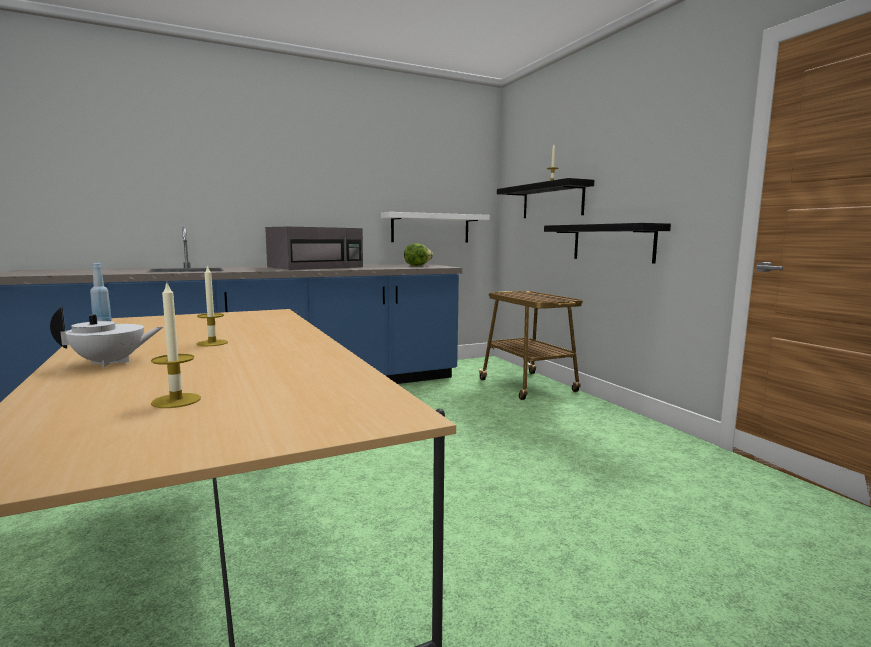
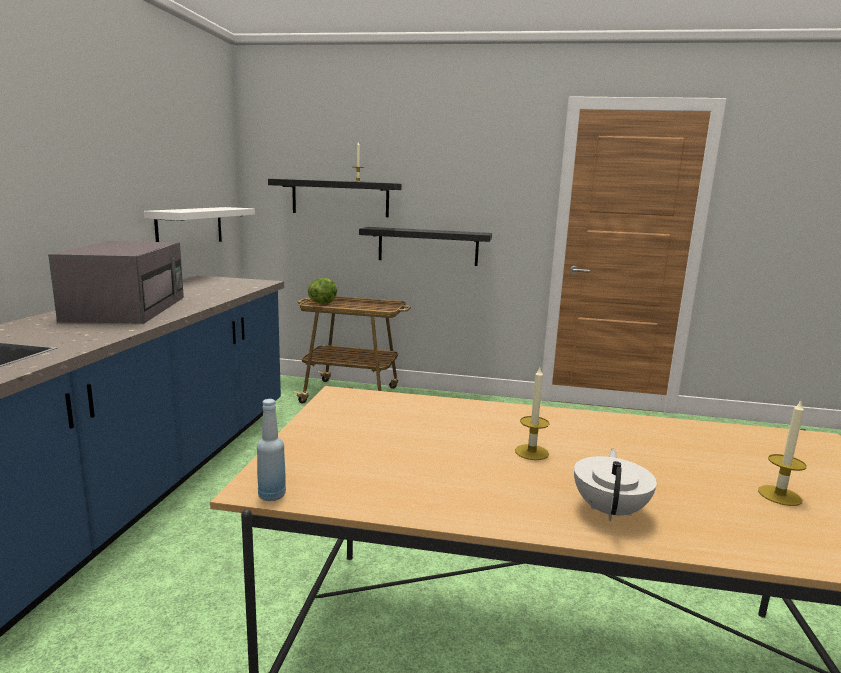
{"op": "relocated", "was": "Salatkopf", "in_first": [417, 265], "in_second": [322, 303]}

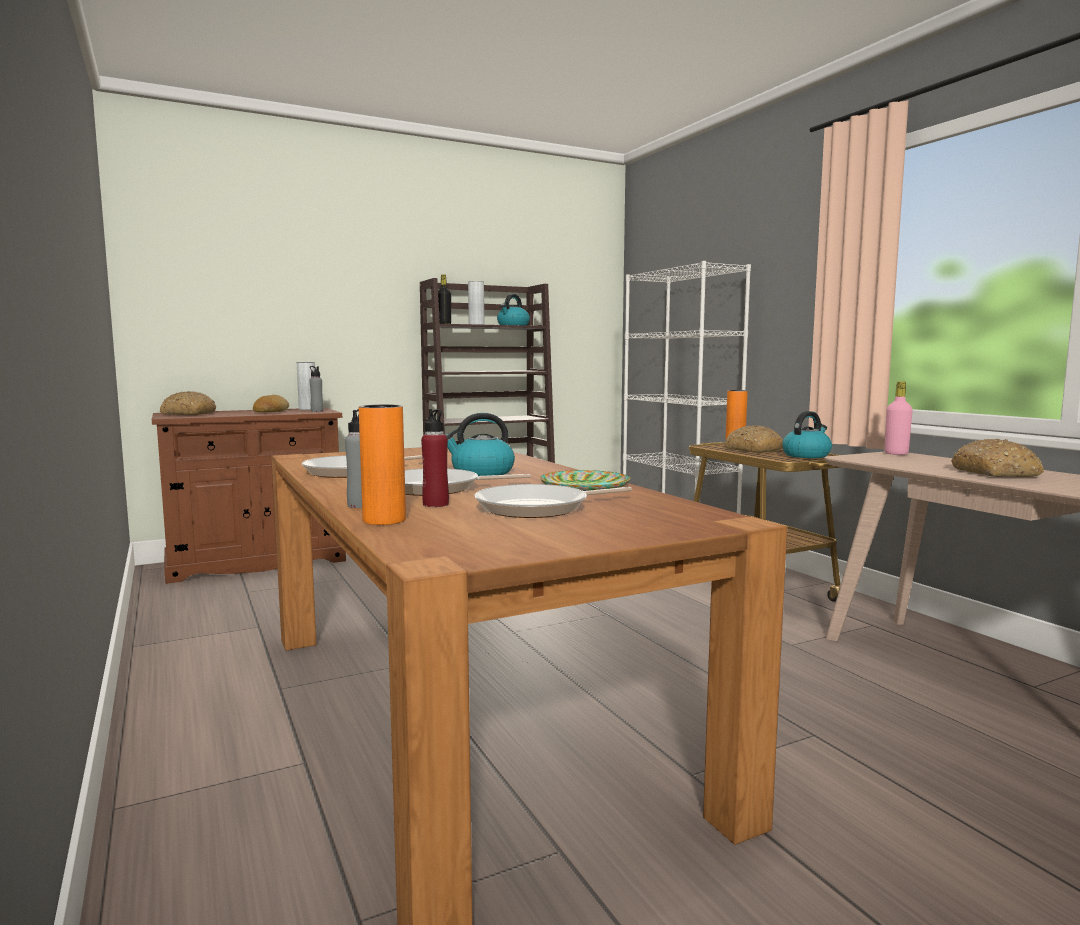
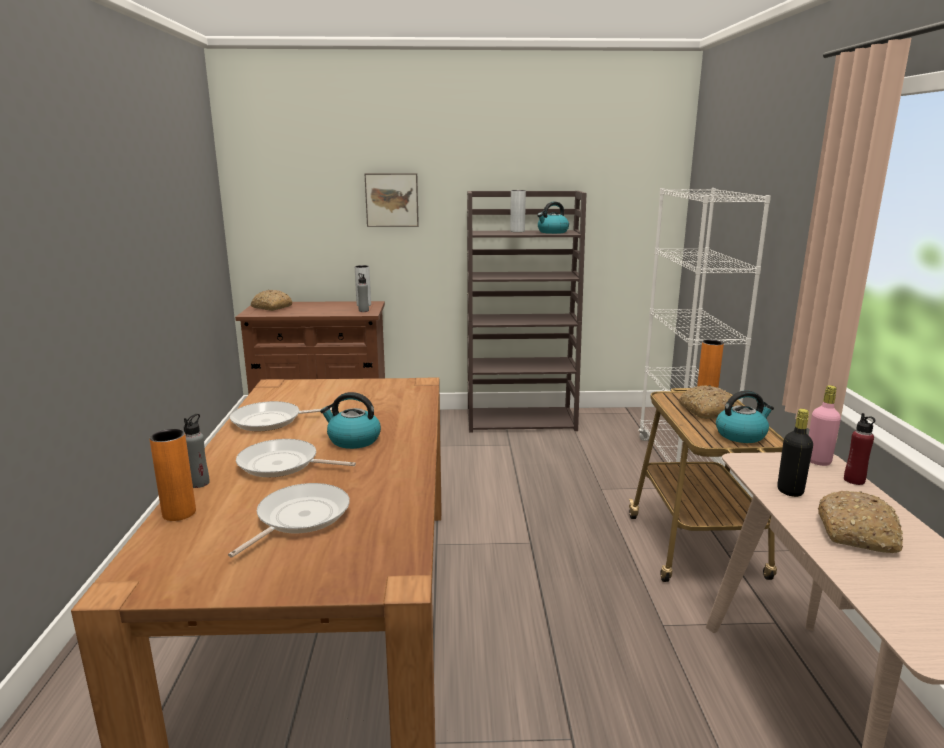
{"op": "missing", "was": "Brot", "in_first": [270, 411]}
{"op": "missing", "was": "Teller", "in_first": [584, 487]}
{"op": "appeared", "now": "Bild", "in_second": [392, 199]}
{"op": "relocated", "was": "Flasche/rot", "in_first": [435, 504], "in_second": [854, 480]}
{"op": "relocated", "was": "Flasche/schwarz", "in_first": [444, 324], "in_second": [790, 491]}
{"op": "spun", "was": "Pfanne", "in_first": [538, 508], "in_second": [299, 518], "clockwise": 120}

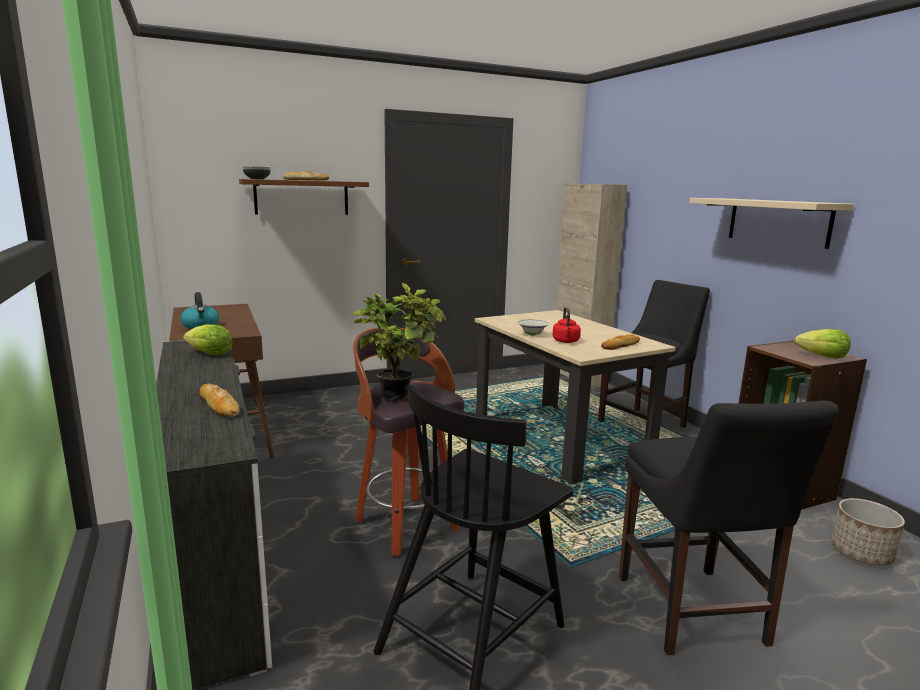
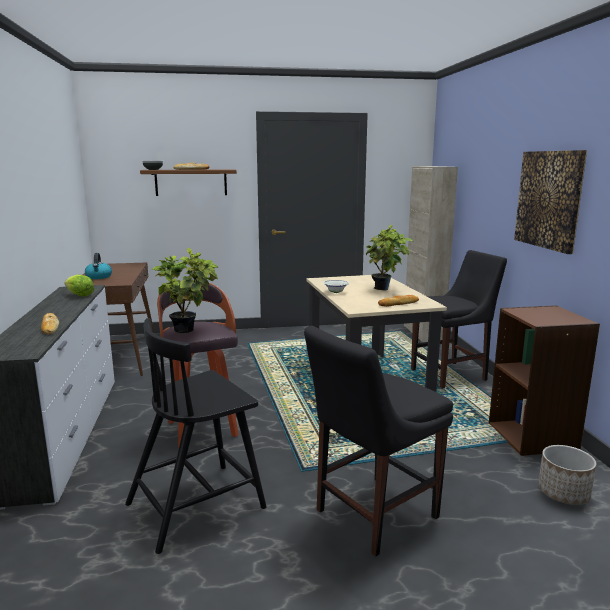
{"op": "missing", "was": "Wasserkessel/rot", "in_first": [566, 341]}
{"op": "missing", "was": "Salatkopf", "in_first": [822, 357]}
{"op": "appeared", "now": "Topfpflanze", "in_second": [384, 289]}
{"op": "exchanged", "was": "Wandregal/beige", "now": "Bild", "in_first": [778, 222], "in_second": [549, 199]}
{"op": "spun", "was": "Stuhl/schwarz", "in_first": [693, 614], "in_second": [371, 515], "clockwise": 45}

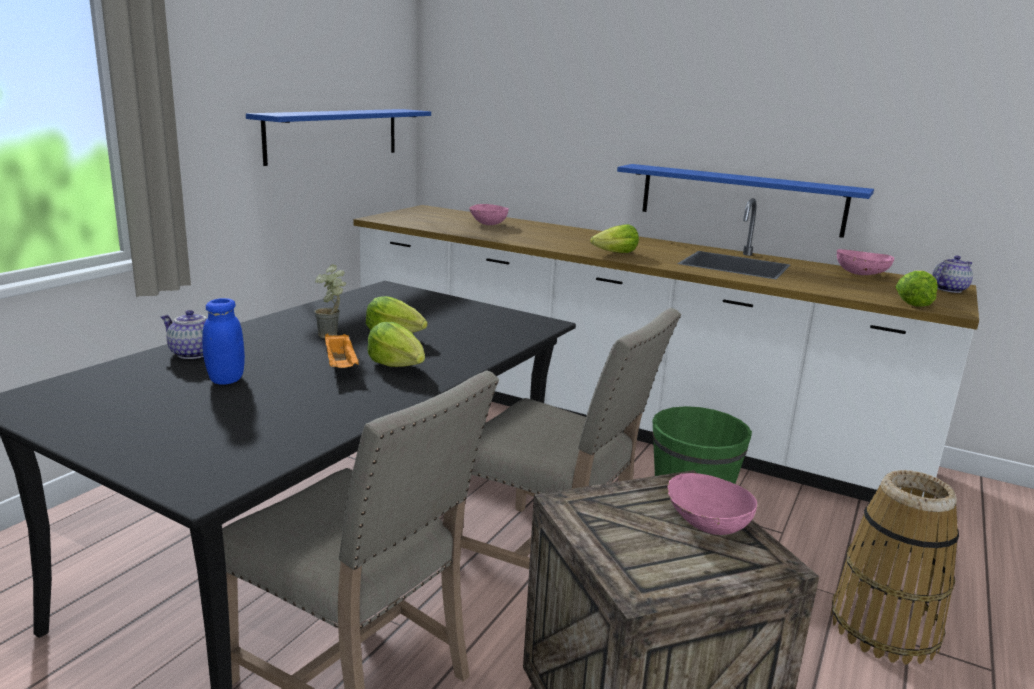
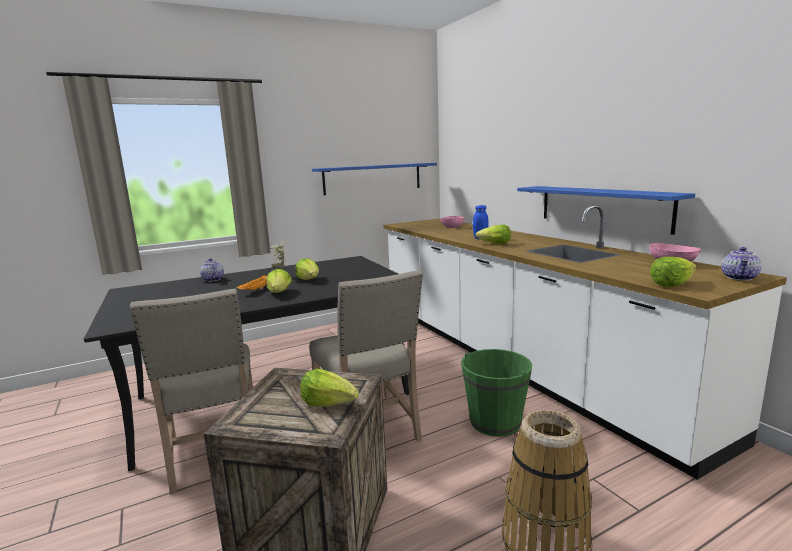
{"op": "relocated", "was": "Vorratsglas/blau", "in_first": [226, 379], "in_second": [480, 238]}
{"op": "exchanged", "was": "Schüssel/rosa", "now": "Salatkopf", "in_first": [705, 525], "in_second": [329, 403]}
{"op": "spun", "was": "Teekanne", "in_first": [948, 289], "in_second": [740, 278], "clockwise": 120}

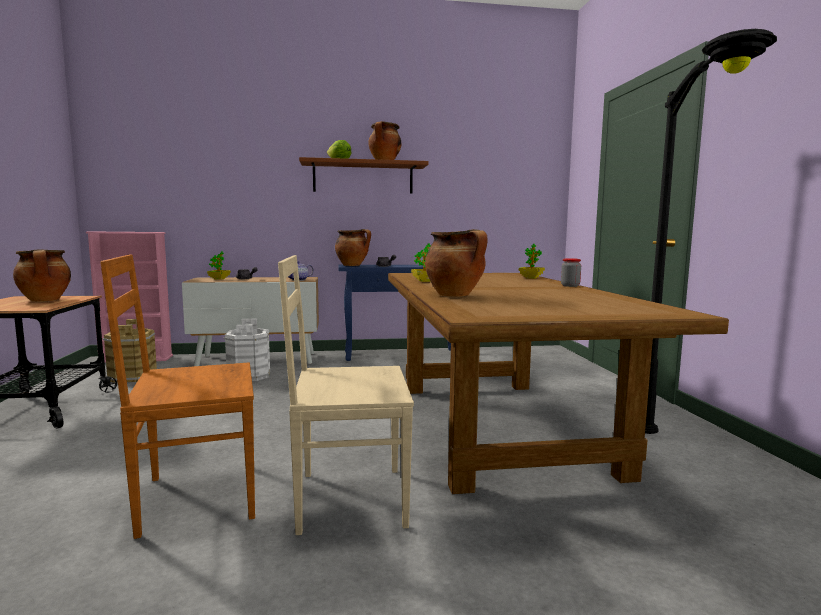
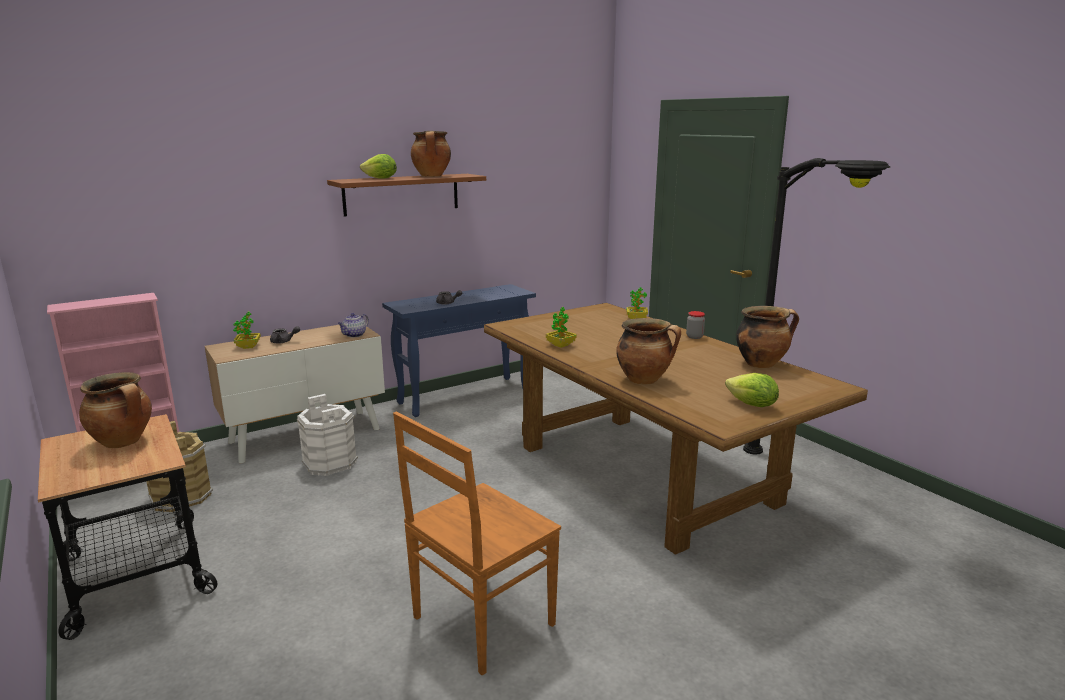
{"op": "missing", "was": "Stuhl/beige", "in_first": [347, 498]}
{"op": "appeared", "now": "Salatkopf", "in_second": [752, 405]}
{"op": "relocated", "was": "Kochtopf", "in_first": [353, 265], "in_second": [761, 364]}

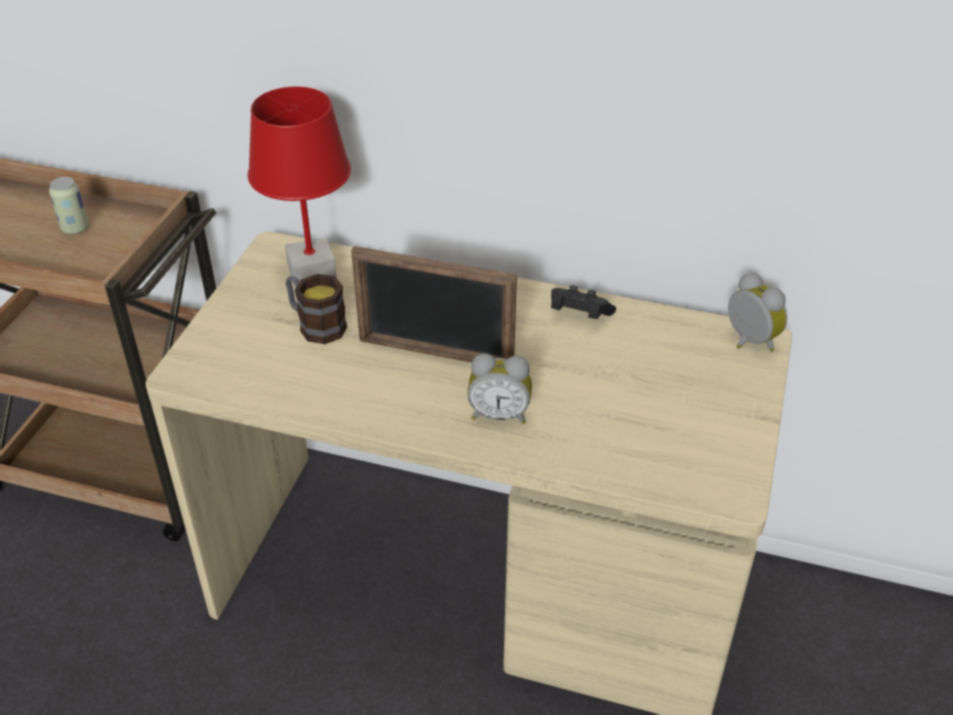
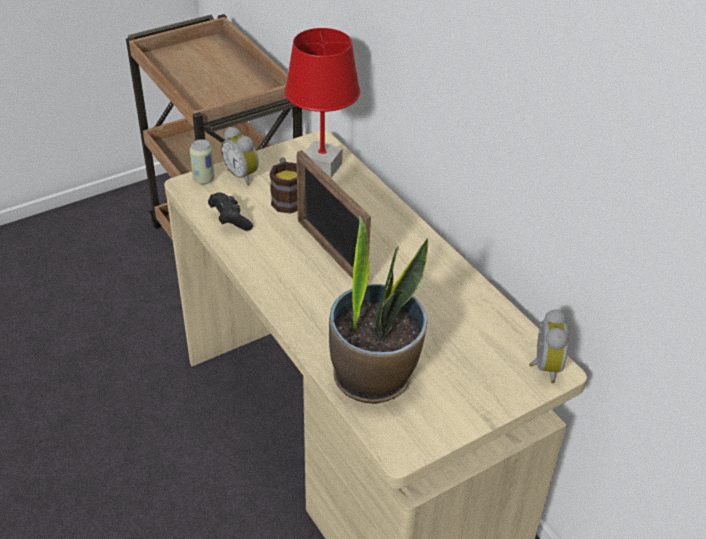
{"op": "appeared", "now": "Topfpflanze", "in_second": [373, 376]}
{"op": "relocated", "was": "Dose", "in_first": [75, 228], "in_second": [203, 179]}
{"op": "relocated", "was": "Wecker", "in_first": [499, 414], "in_second": [243, 175]}
{"op": "relocated", "was": "Gamepad/schwarz", "in_first": [578, 315], "in_second": [230, 220]}

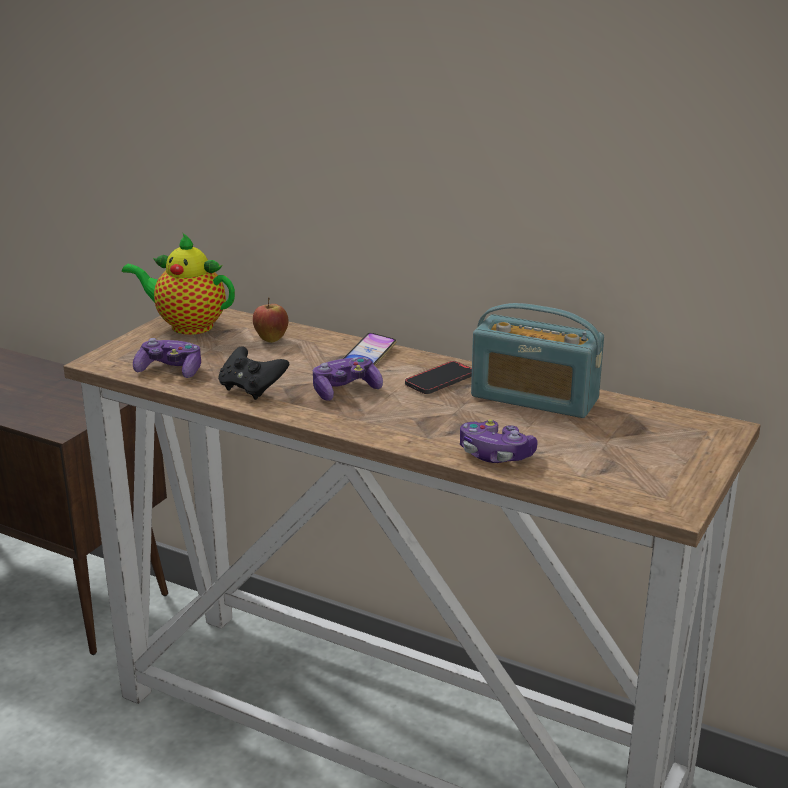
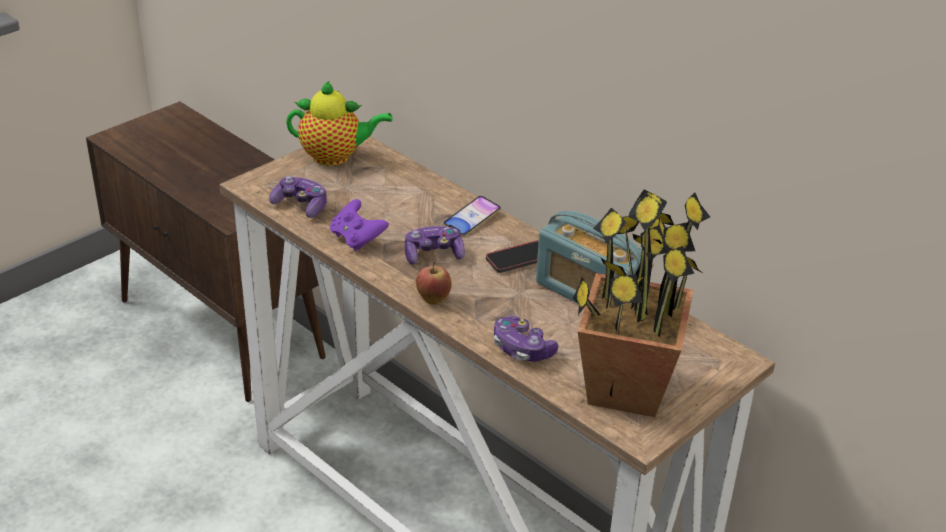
{"op": "appeared", "now": "Topfpflanze", "in_second": [625, 388]}
{"op": "relocated", "was": "Apfel", "in_first": [271, 340], "in_second": [433, 300]}
{"op": "colour", "was": "Gamepad/schwarz", "now": "Gamepad/lila", "in_first": [251, 389], "in_second": [357, 239]}
{"op": "spun", "was": "Teekanne", "in_first": [187, 326], "in_second": [335, 157], "clockwise": 150}

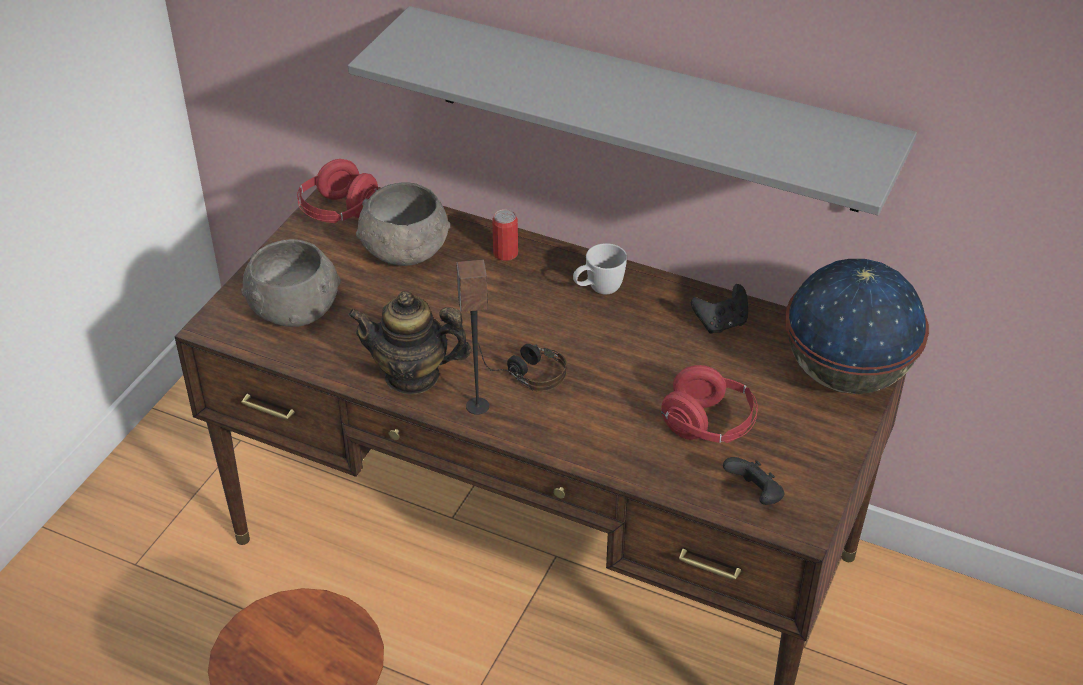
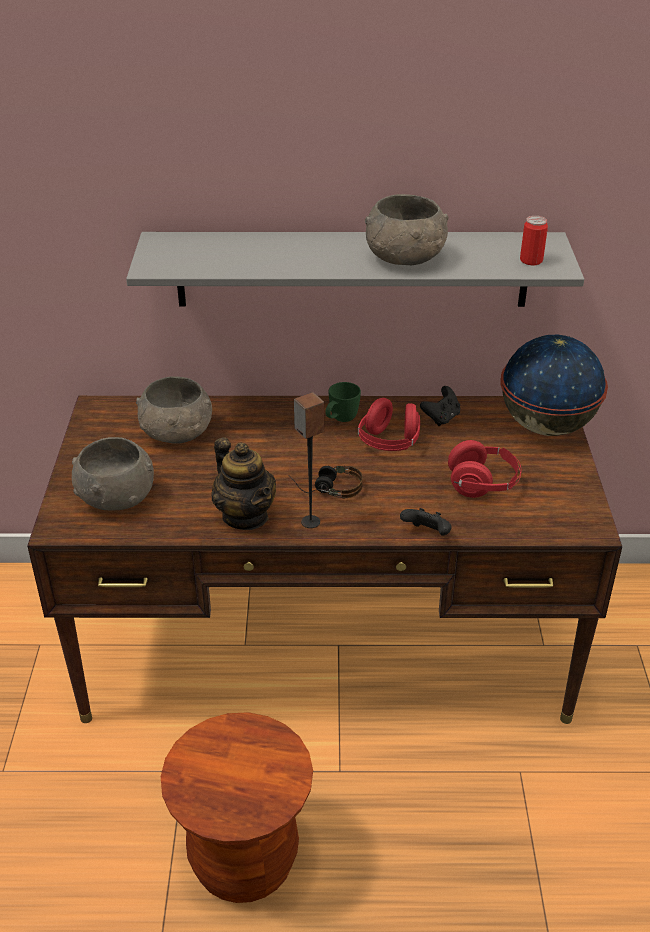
{"op": "appeared", "now": "Schüssel/grau", "in_second": [405, 258]}
{"op": "relocated", "was": "Kopfhörer/rot", "in_first": [338, 212], "in_second": [389, 443]}
{"op": "relocated", "was": "Dose", "in_first": [505, 253], "in_second": [531, 260]}
{"op": "relocated", "was": "Gamepad/schwarz", "in_first": [754, 495], "in_second": [427, 534]}
{"op": "colour", "was": "Henkelbecher/weiß", "now": "Henkelbecher/grün", "in_first": [598, 290], "in_second": [340, 420]}
{"op": "spun", "was": "Teekanne", "in_first": [412, 375], "in_second": [245, 516], "clockwise": -105}

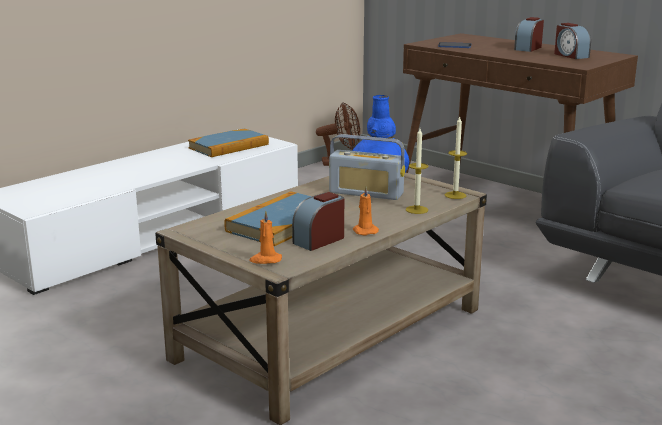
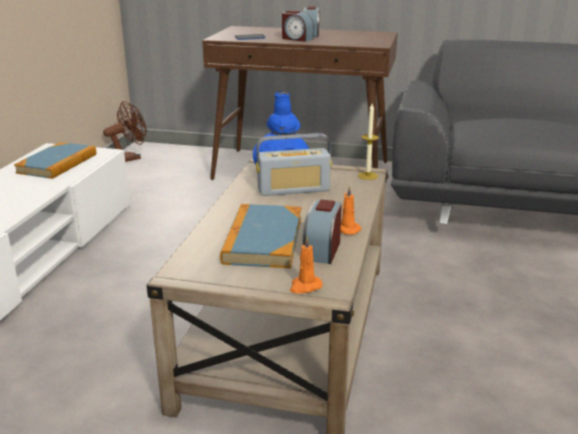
{"op": "missing", "was": "Kerze", "in_first": [416, 210]}
{"op": "relocated", "was": "Wecker", "in_first": [570, 55], "in_second": [296, 39]}

